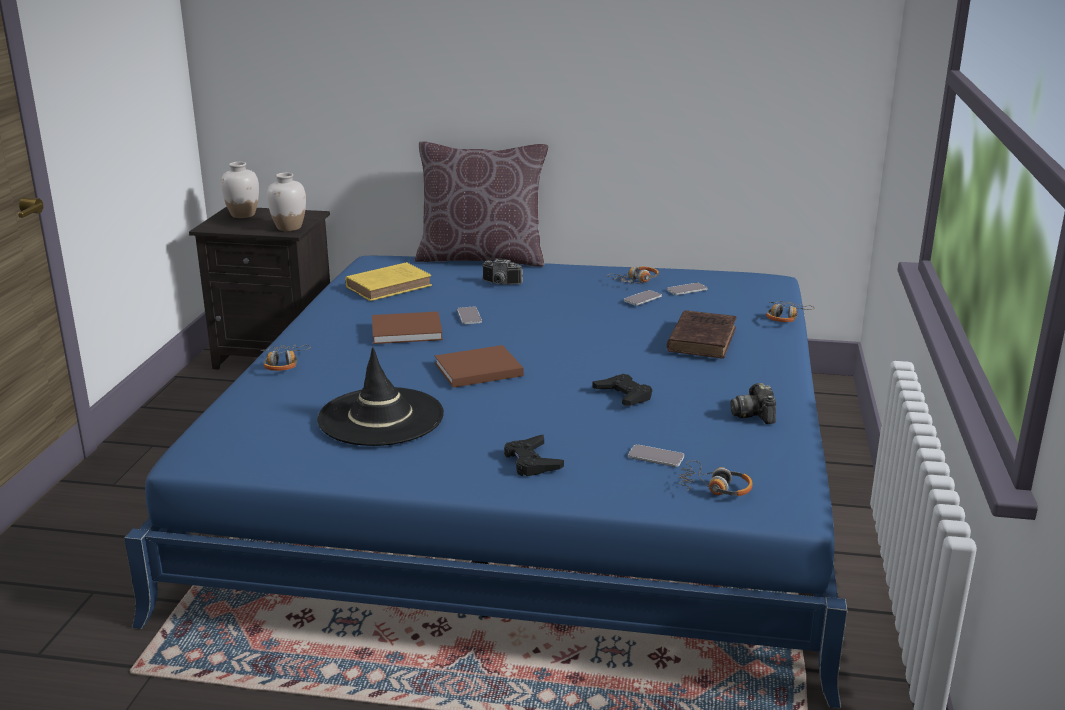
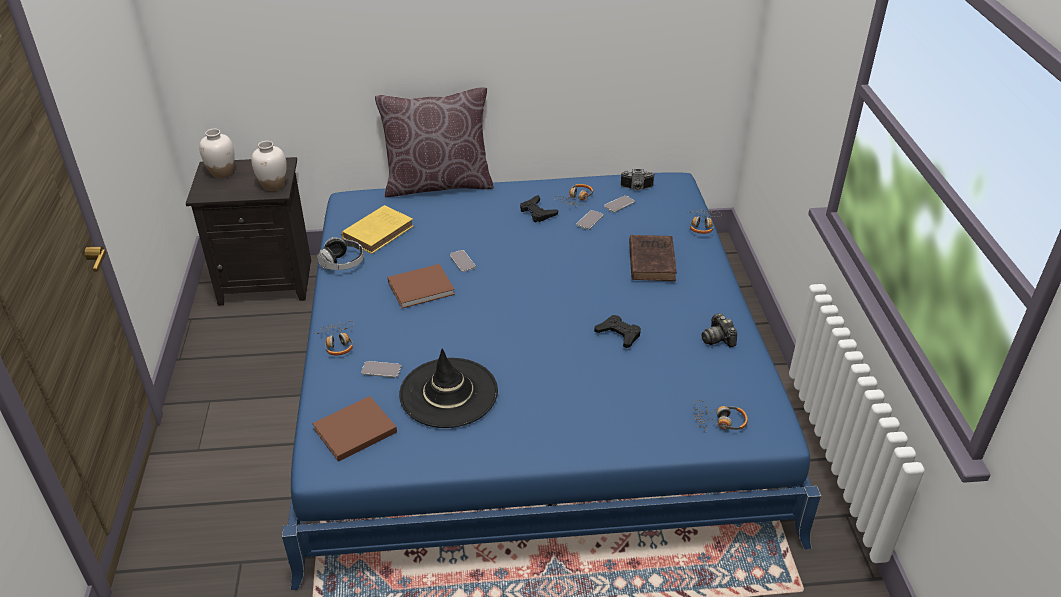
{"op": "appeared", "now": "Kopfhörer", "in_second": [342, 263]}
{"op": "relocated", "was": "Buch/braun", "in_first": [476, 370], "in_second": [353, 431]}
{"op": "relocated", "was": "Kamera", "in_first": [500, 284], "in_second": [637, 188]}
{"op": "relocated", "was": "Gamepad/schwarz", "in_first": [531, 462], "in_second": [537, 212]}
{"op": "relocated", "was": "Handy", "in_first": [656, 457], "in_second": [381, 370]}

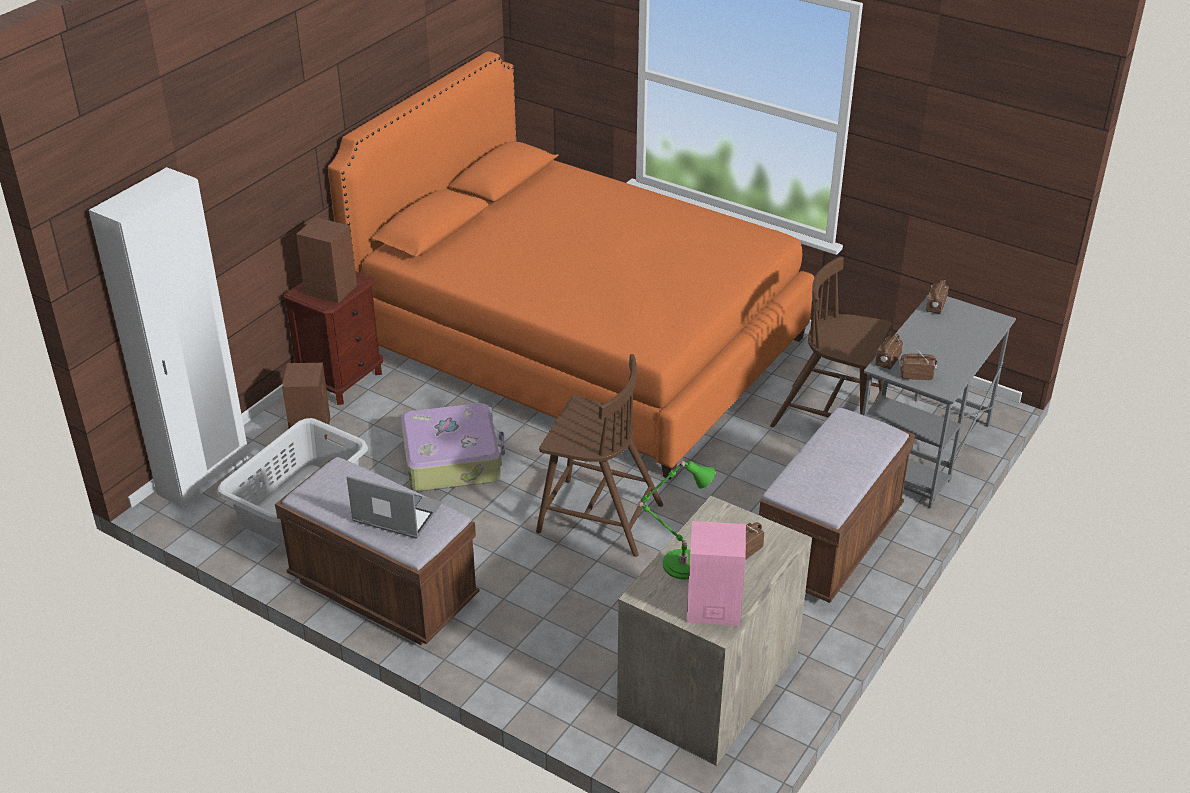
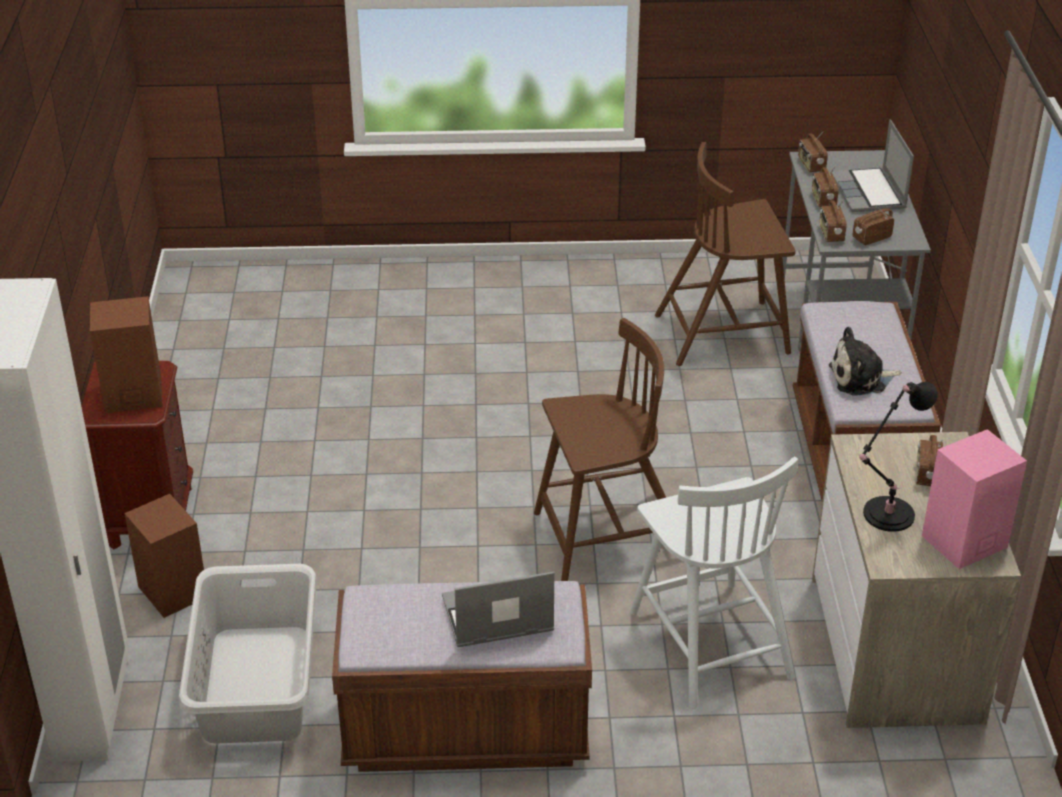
{"op": "missing", "was": "Bett/orange", "in_first": [580, 344]}
{"op": "missing", "was": "Koffer", "in_first": [452, 459]}
{"op": "appeared", "now": "Stuhl/weiß", "in_second": [709, 642]}
{"op": "appeared", "now": "Radio", "in_second": [823, 200]}
{"op": "appeared", "now": "Plüschtier", "in_second": [861, 378]}
{"op": "appeared", "now": "Laptop", "in_second": [869, 193]}
{"op": "colour", "was": "Tischlampe/grün", "now": "Tischlampe/schwarz", "in_first": [679, 564], "in_second": [885, 516]}

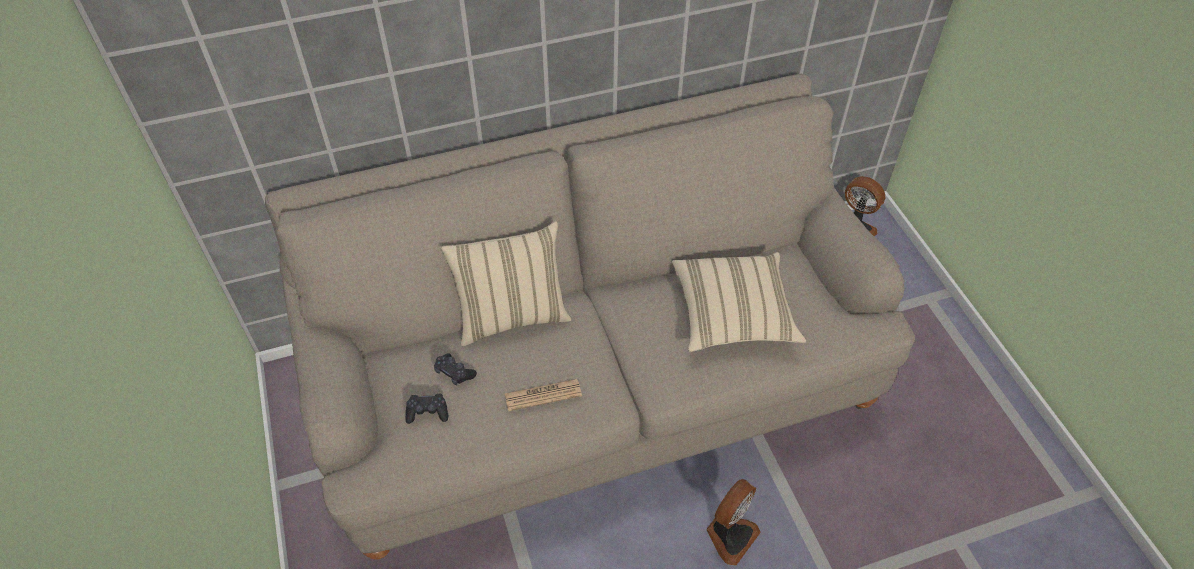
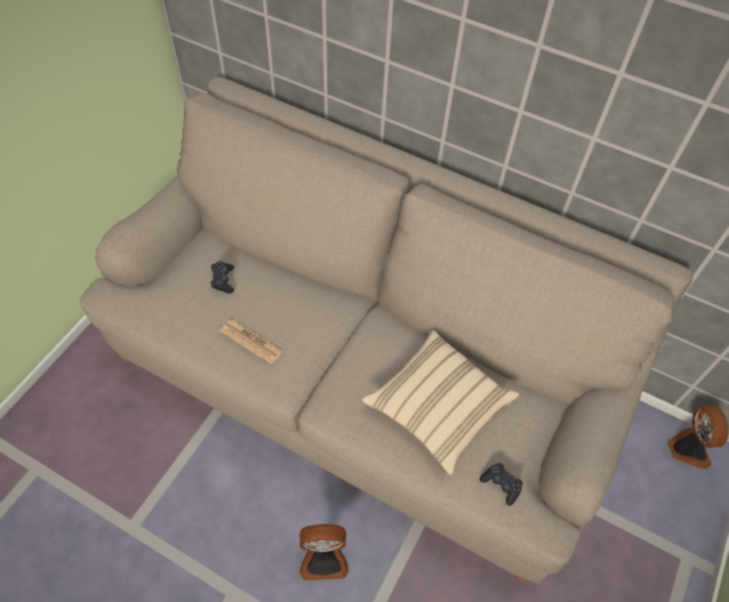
{"op": "missing", "was": "Kissen/beige", "in_first": [512, 316]}
{"op": "relocated", "was": "Gamepad/schwarz", "in_first": [427, 412], "in_second": [501, 485]}

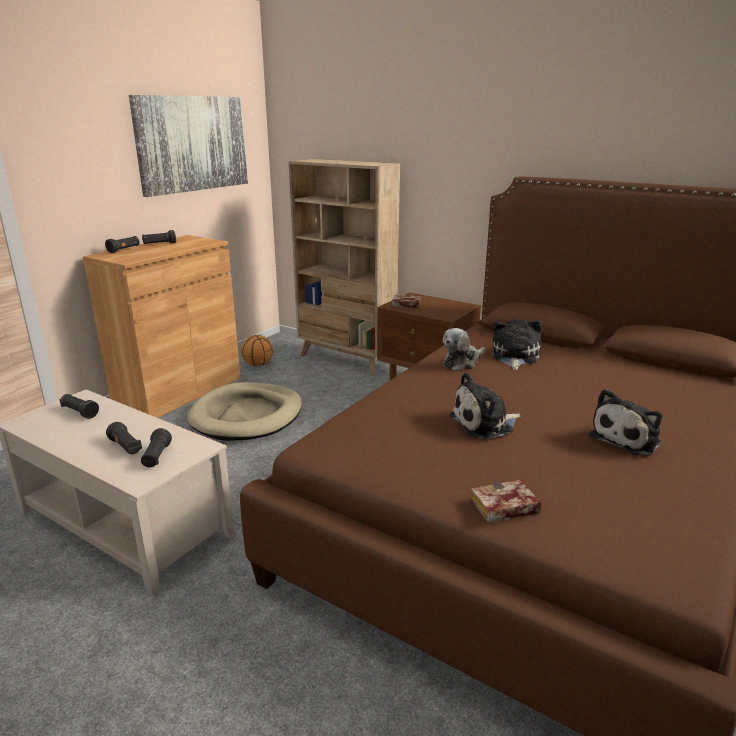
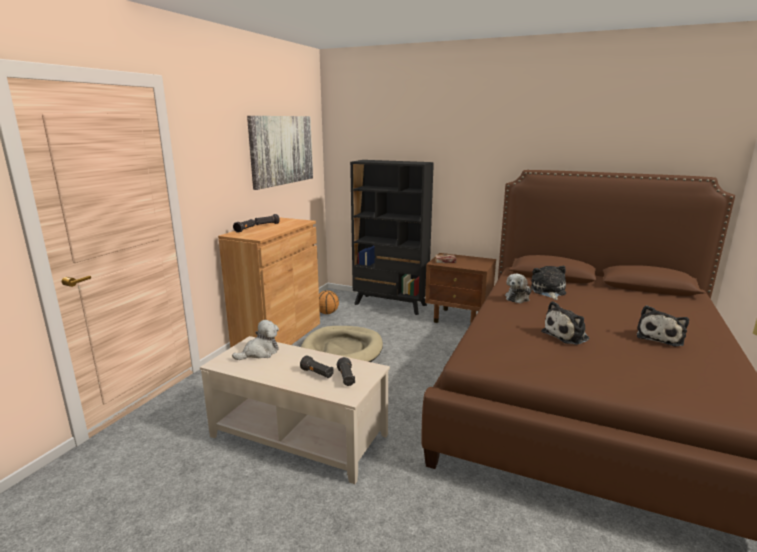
{"op": "missing", "was": "Buch", "in_first": [503, 508]}
{"op": "exchanged", "was": "Taschenlampe/schwarz", "now": "Plüschtier", "in_first": [80, 412], "in_second": [260, 353]}
{"op": "colour", "was": "Bücherregal/beige", "now": "Bücherregal/schwarz", "in_first": [346, 359], "in_second": [390, 305]}

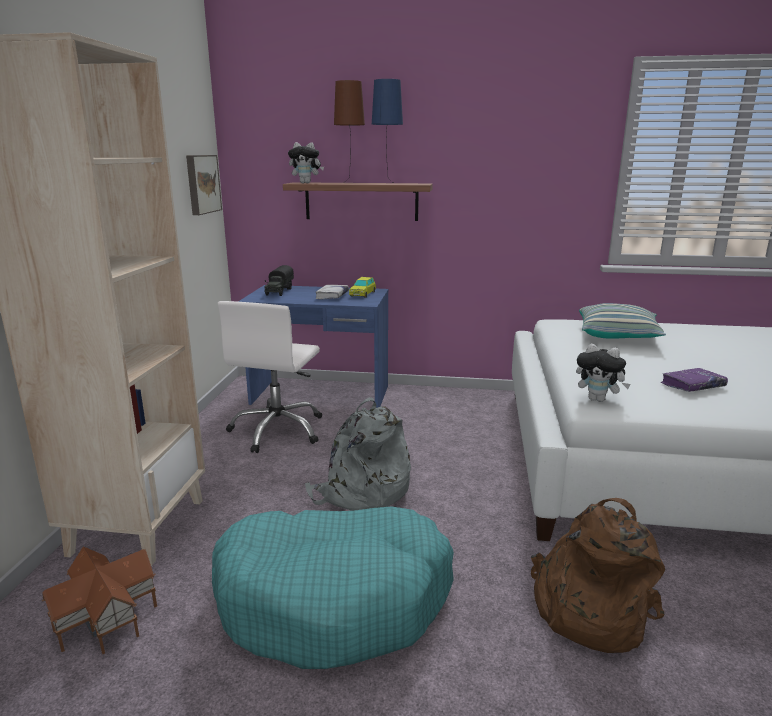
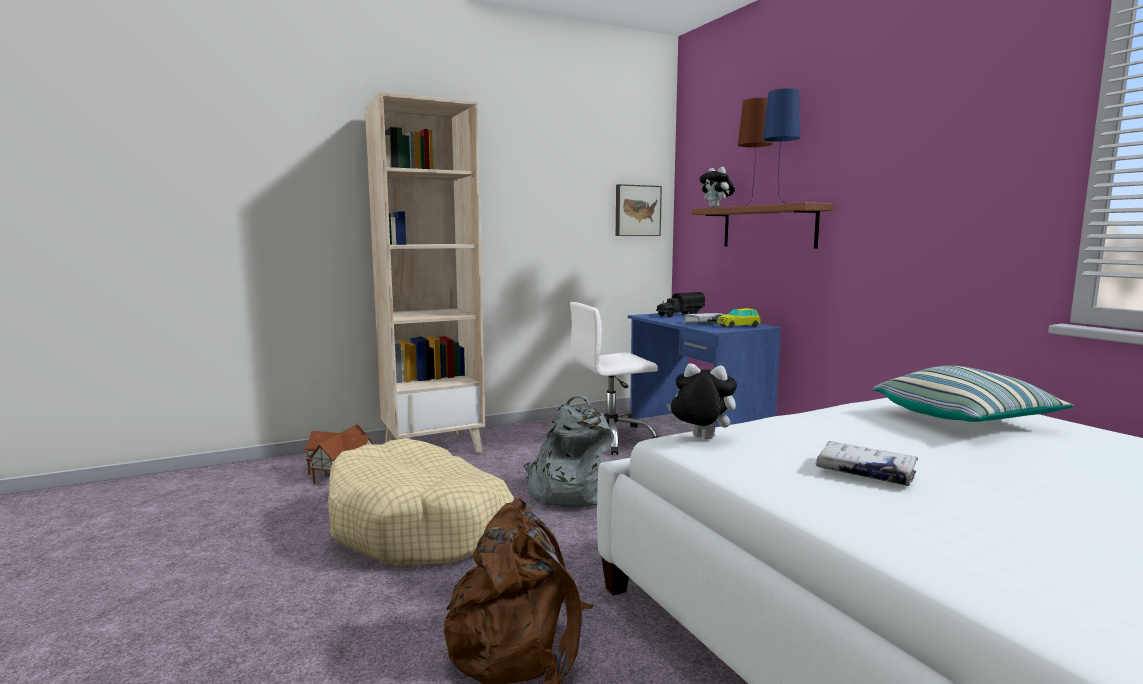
{"op": "colour", "was": "Hundebett/türkis", "now": "Hundebett/beige", "in_first": [335, 598], "in_second": [420, 525]}
{"op": "colour", "was": "Buch/lila", "now": "Buch/weiß", "in_first": [692, 386], "in_second": [865, 473]}
{"op": "spun", "was": "Plüschtier", "in_first": [598, 399], "in_second": [700, 439], "clockwise": 120}

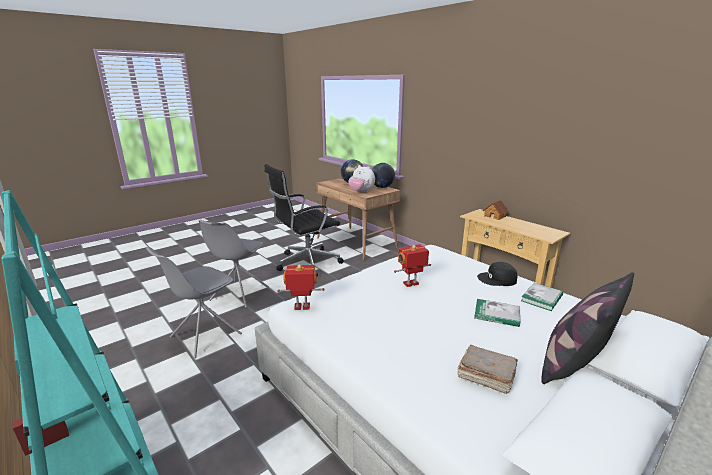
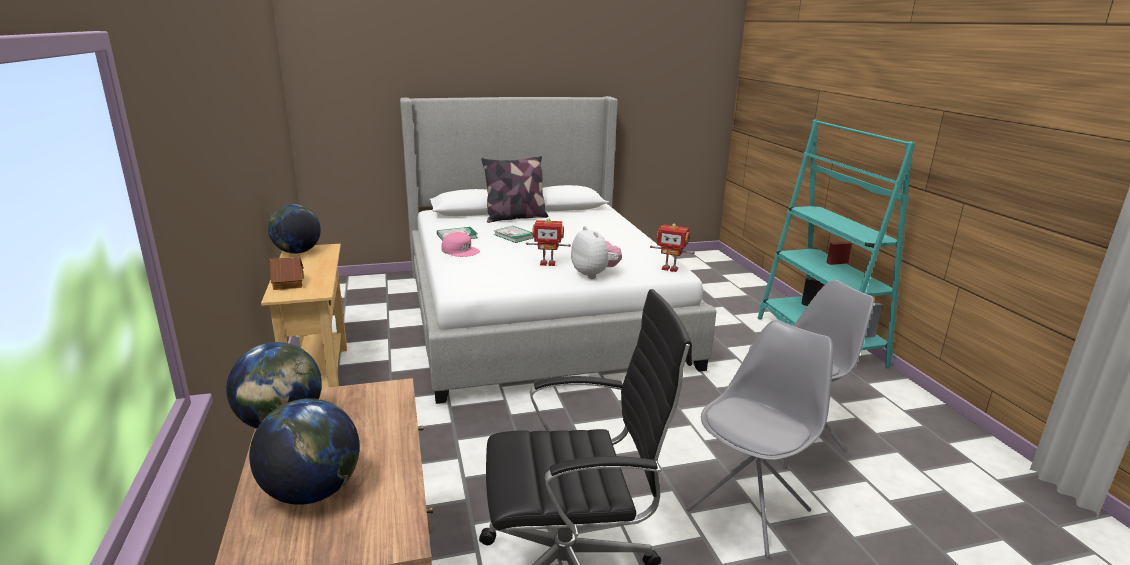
{"op": "missing", "was": "Buch/braun", "in_first": [485, 376]}
{"op": "appeared", "now": "Globus", "in_second": [297, 252]}
{"op": "relocated", "was": "Plüschtier", "in_first": [361, 192], "in_second": [594, 274]}
{"op": "colour", "was": "Kappe/schwarz", "now": "Kappe/rosa", "in_first": [497, 279], "in_second": [460, 250]}

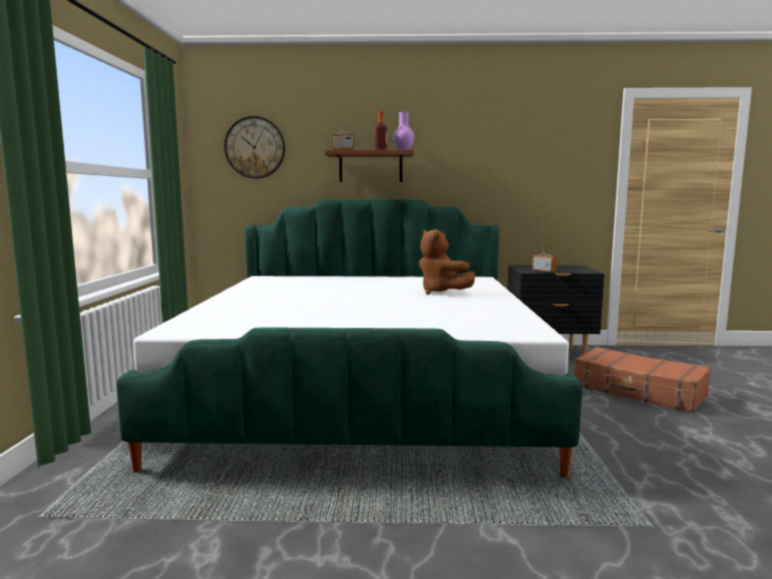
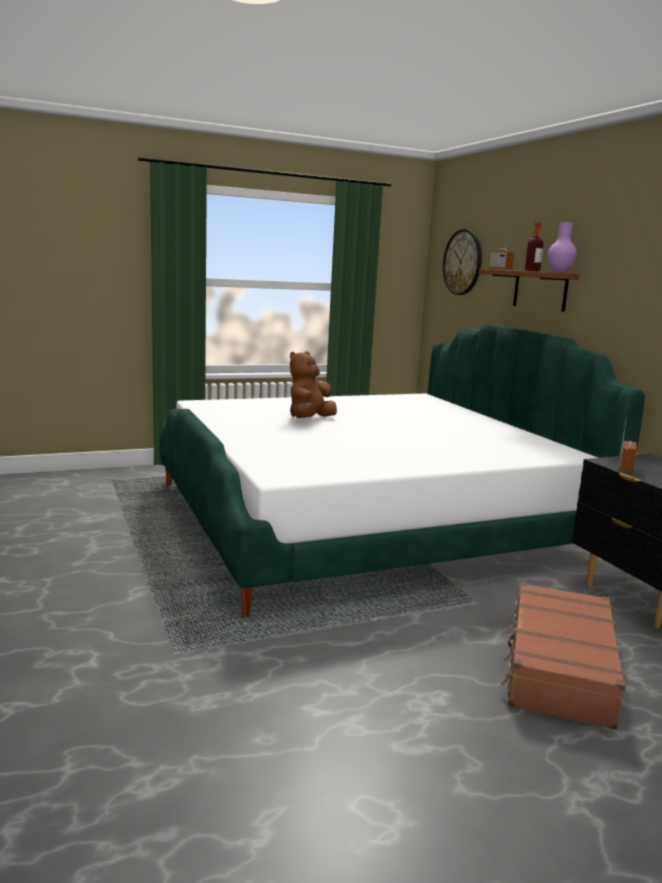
{"op": "relocated", "was": "Plüschtier/braun", "in_first": [441, 292], "in_second": [310, 419]}

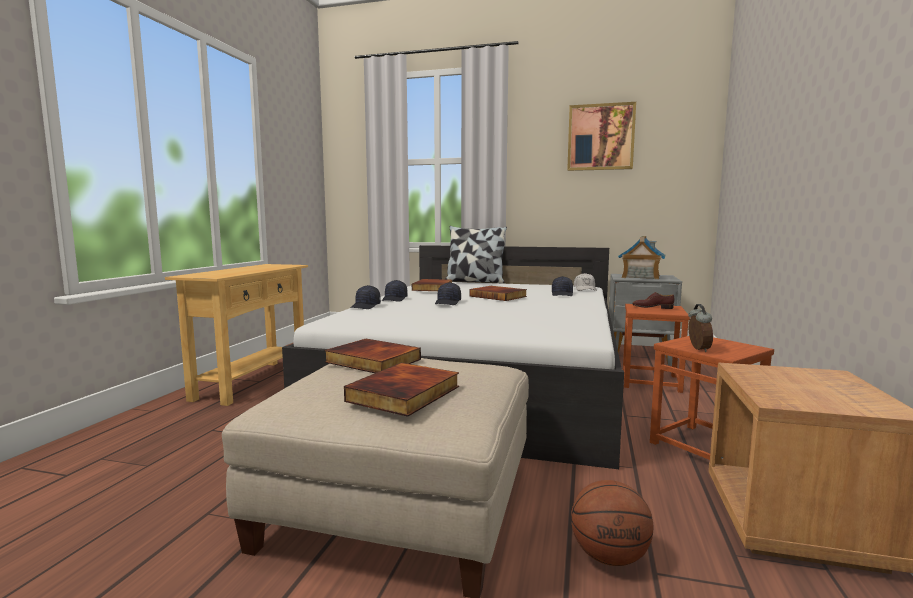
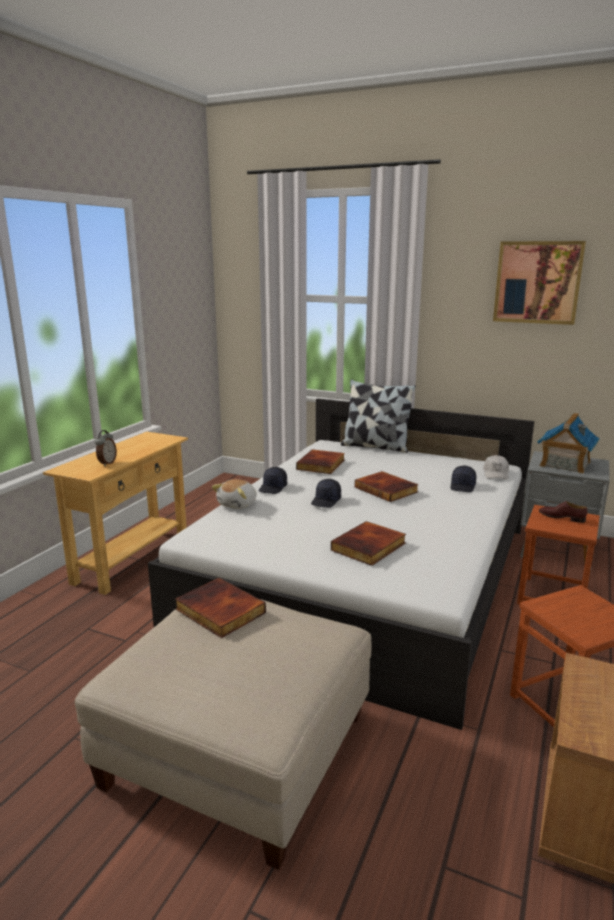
{"op": "missing", "was": "Basketball", "in_first": [610, 556]}
{"op": "relocated", "was": "Buch", "in_first": [405, 394], "in_second": [369, 547]}
{"op": "relocated", "was": "Wecker", "in_first": [697, 349], "in_second": [107, 463]}
{"op": "exchanged", "was": "Kappe/schwarz", "now": "Plüschtier", "in_first": [366, 306], "in_second": [238, 504]}

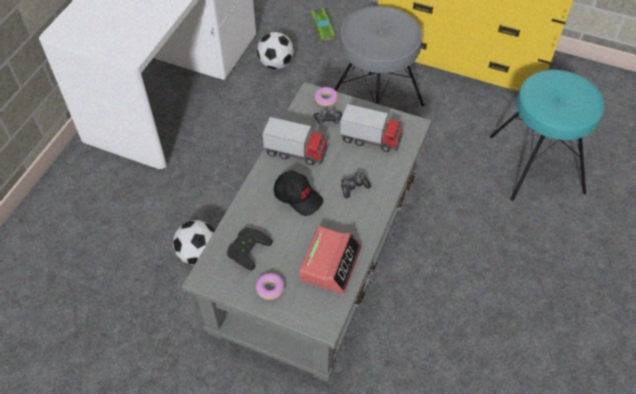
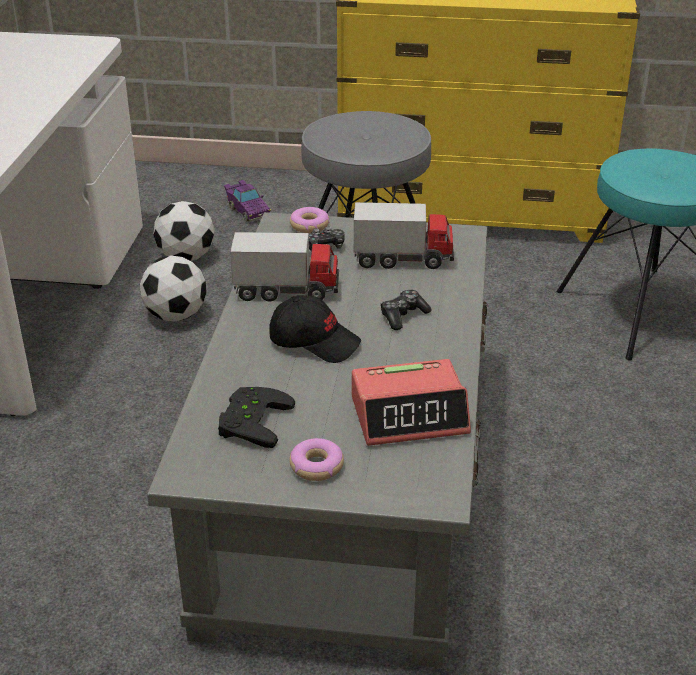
{"op": "relocated", "was": "Fußball", "in_first": [198, 254], "in_second": [176, 315]}
{"op": "colour", "was": "Spielzeugauto/grün", "now": "Spielzeugauto/lila", "in_first": [322, 30], "in_second": [247, 210]}
{"op": "spun", "was": "Wecker", "in_first": [330, 263], "in_second": [410, 415], "clockwise": 75}

